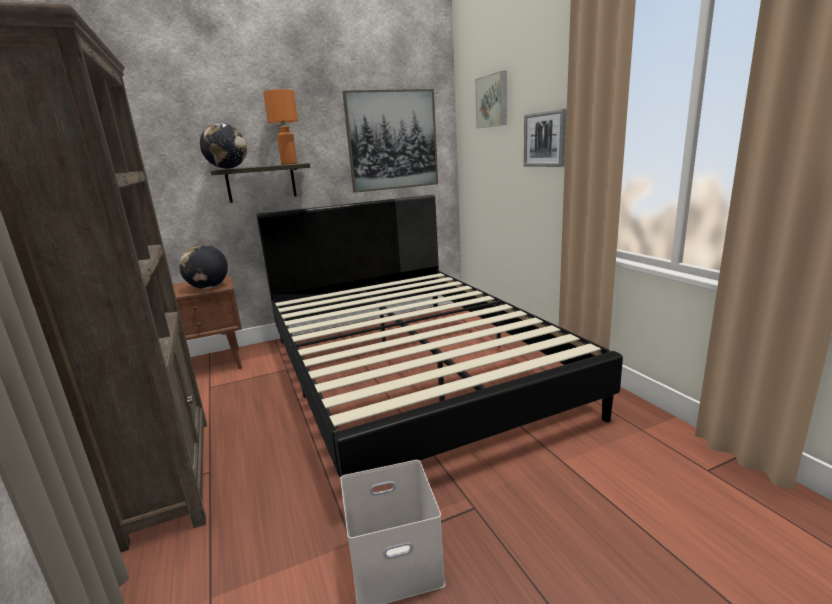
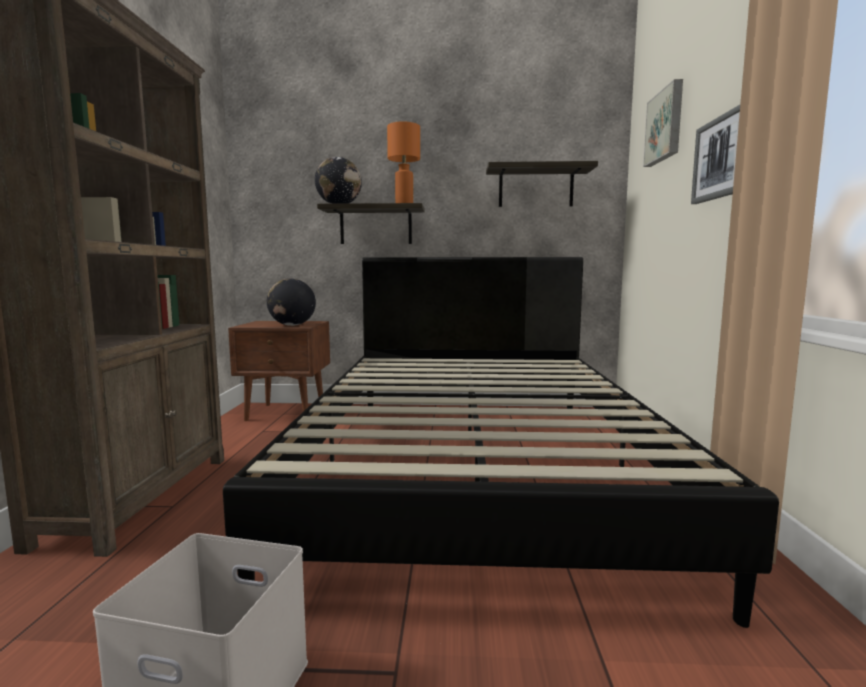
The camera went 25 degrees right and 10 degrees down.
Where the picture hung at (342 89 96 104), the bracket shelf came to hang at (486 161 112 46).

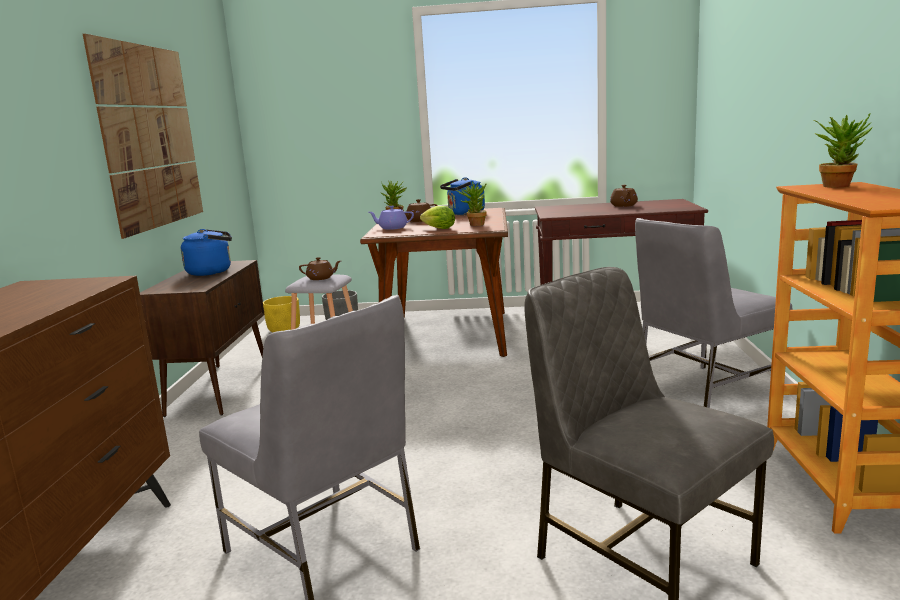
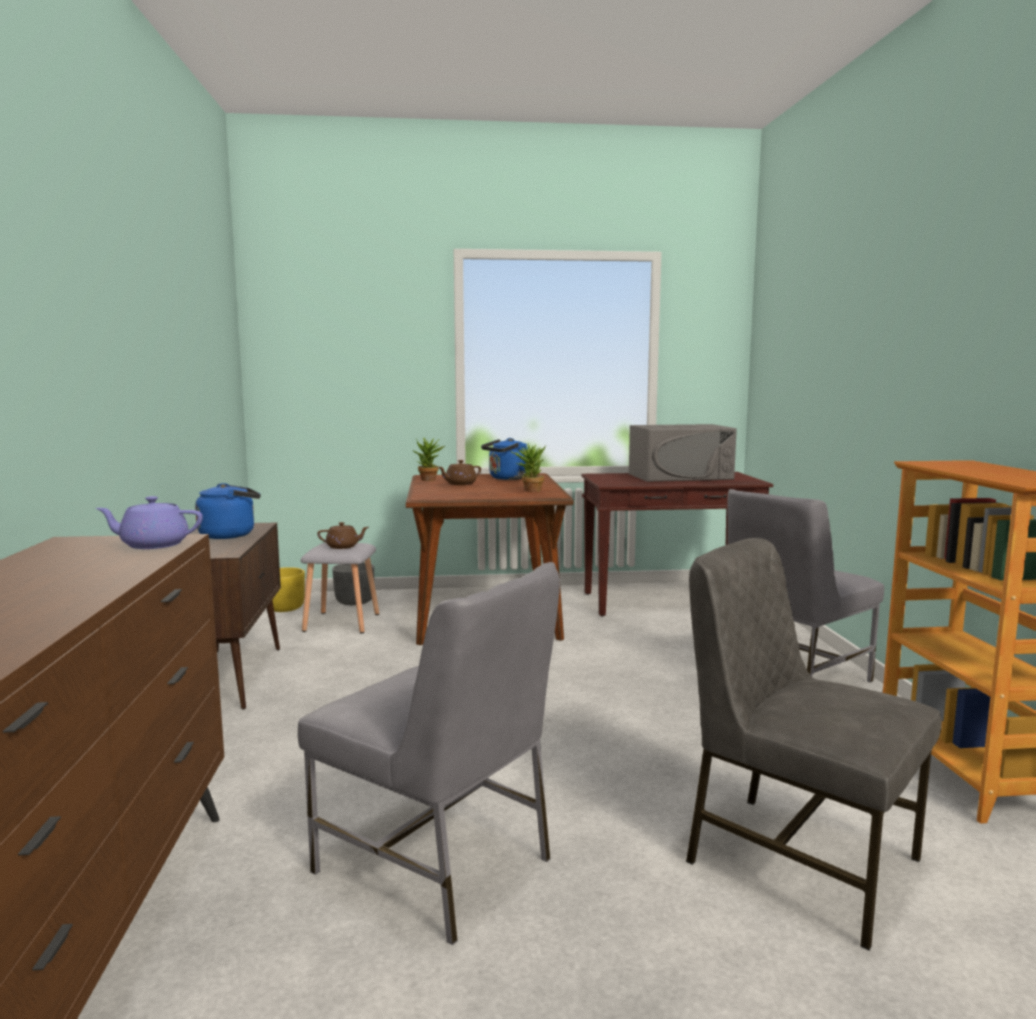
The camera went 10 degrees left and 5 degrees down.
The second view lost the picture at (83 34 120 205).
The tea pot in purplish ended up elsewhere, having gone from (368 206 46 24) to (95 496 108 53).
The second view lost the lettuce at (420 206 35 23).
Where the tea pot in brown-coloured stood at (610 185 28 22), the microwave oven in grey came to stand at (629 424 108 58).
The second view lost the houseplant at (813 114 60 74).

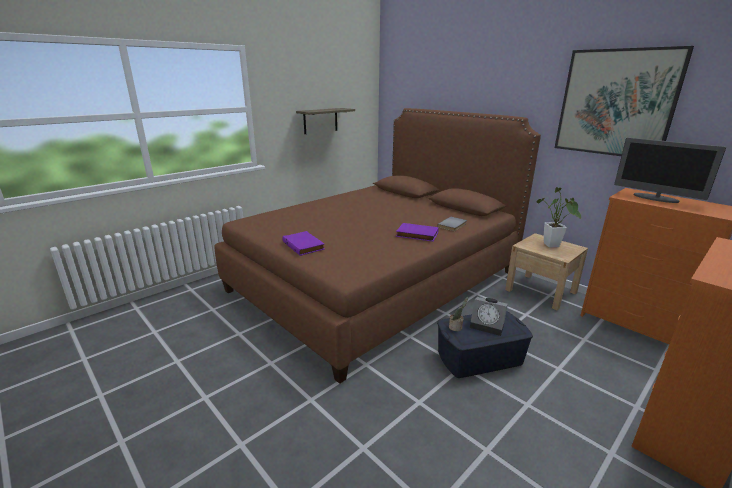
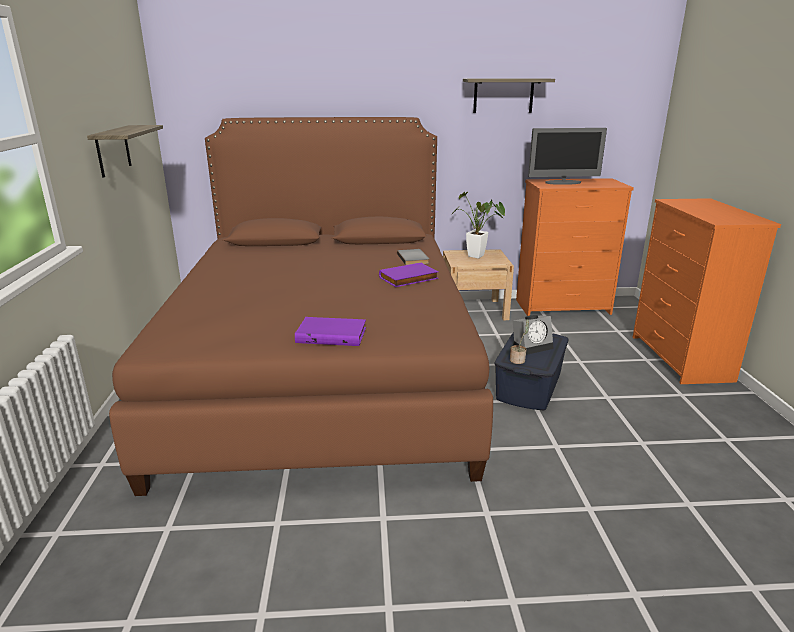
The camera went 50 degrees left and 0 degrees up.
Where the picture hung at (555 46 139 110), the bracket shelf came to hang at (463 78 92 35).

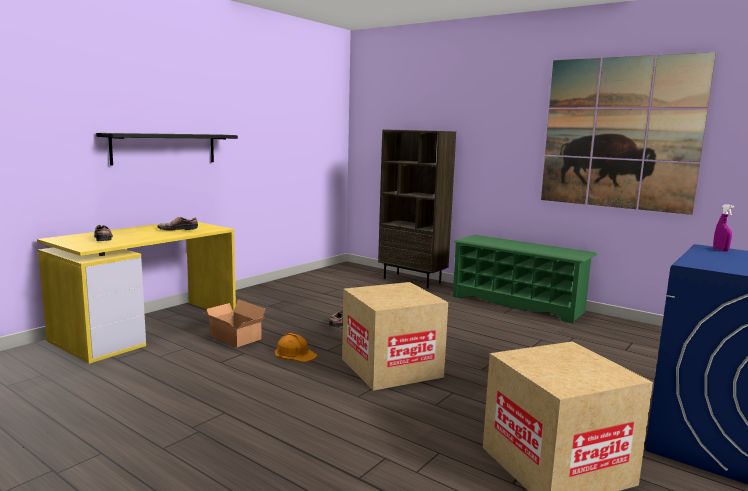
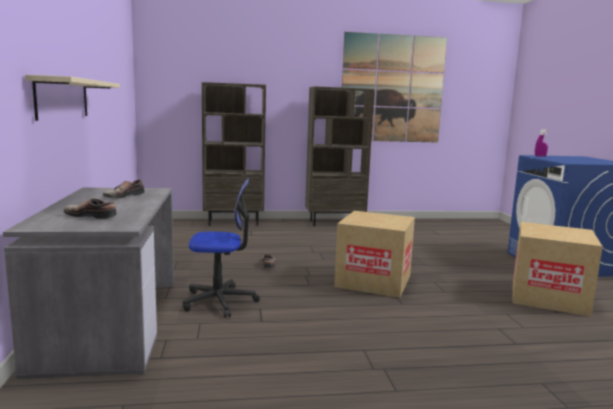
The camera went 45 degrees left and 0 degrees up.
What was the desk table in yellowish at (37 222 199 142) turned into the desk table in grey at (3 187 171 192).
What was the bracket shelf in black-coloured at (96 133 142 33) turned into the bracket shelf in beige at (25 75 95 46).
Where the cardboard box stood at (201 299 64 48), the computer chair came to stand at (183 178 77 140).
The second view lost the work helmet in orange-coloured at (275 333 42 29).
Where the shoe rack in green stood at (453 235 145 89), the shelving unit in brown-coloured came to stand at (305 86 69 140).

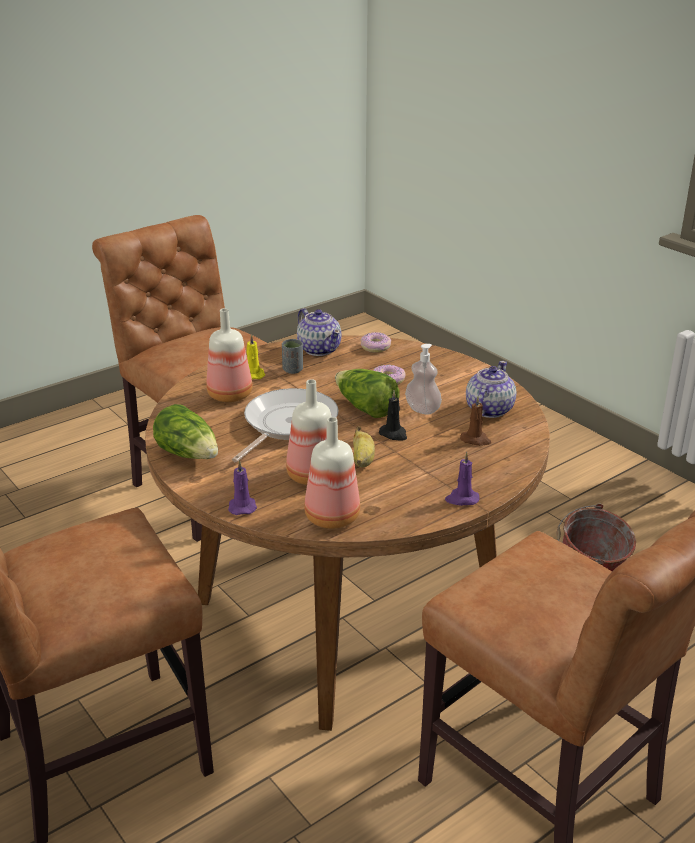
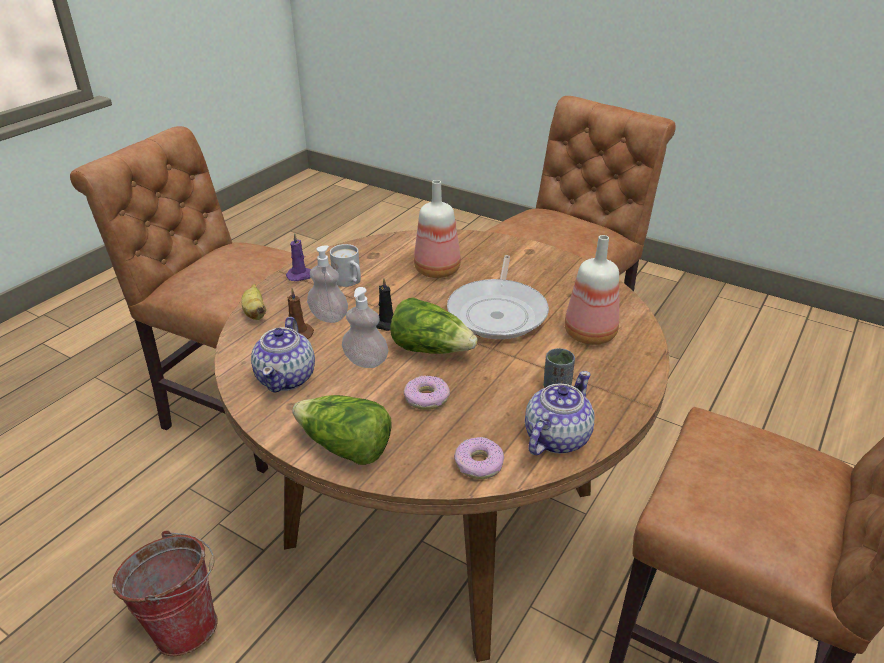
The camera went 160 degrees right and 5 degrees up.
The lettuce ended up elsewhere, having gone from (153 404 65 55) to (292 395 100 70).
The second view lost the wax candle in purplish at (228 460 29 55).
The second view lost the wax candle in yellowish at (246 334 19 45).
The tea pot at (297 308 45 48) ended up facing another way, 90 degrees clockwise from before.
The second view lost the bottle at (304 417 56 112).
The whole banana ended up elsewhere, having gone from (353 426 22 42) to (241 284 25 36).
The second view gained the soap dispenser at (307 245 41 78).
The second view gained the coffee mug in whitish at (330 244 31 43).

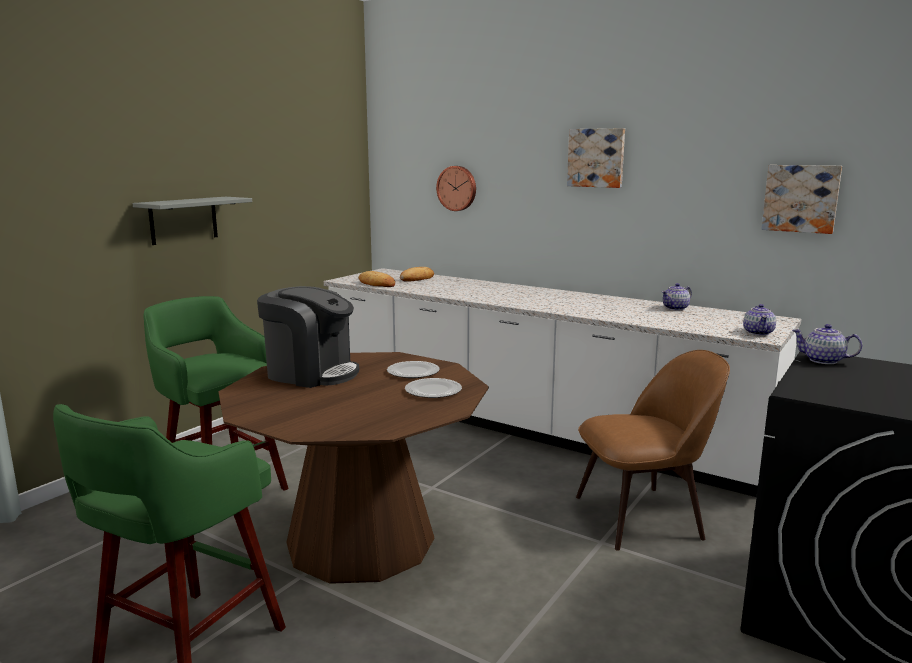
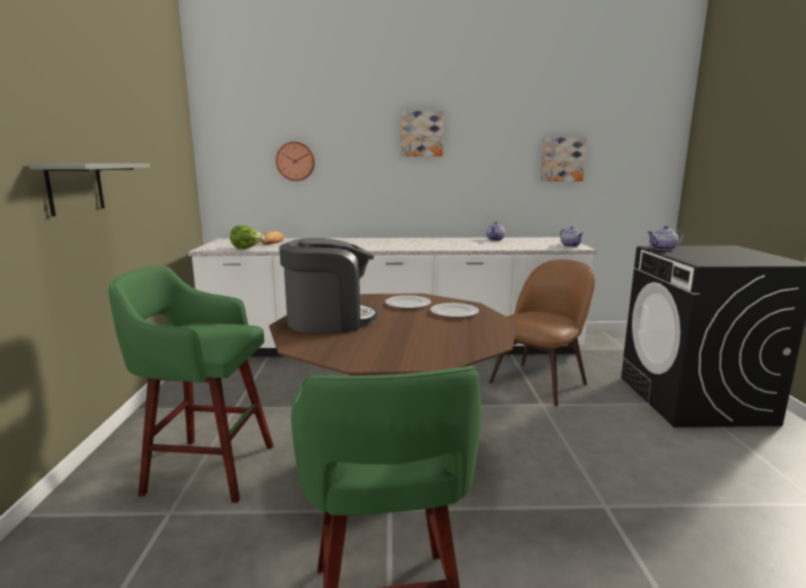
The camera went 35 degrees left and 0 degrees up.
Where the bread stood at (359 271 36 16), the lettuce came to stand at (230 225 35 24).

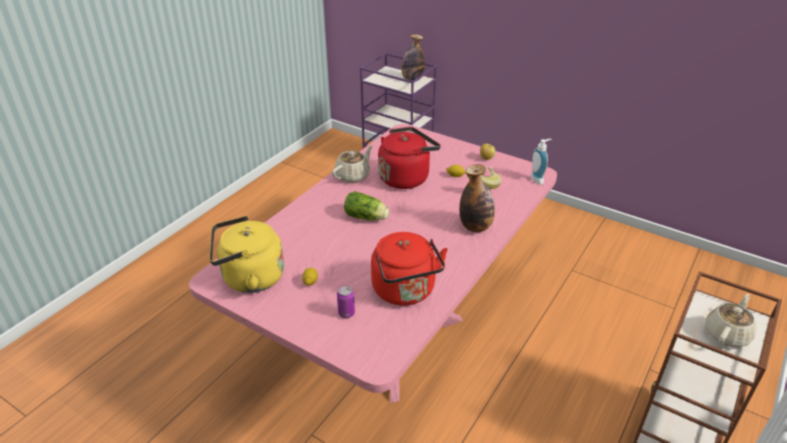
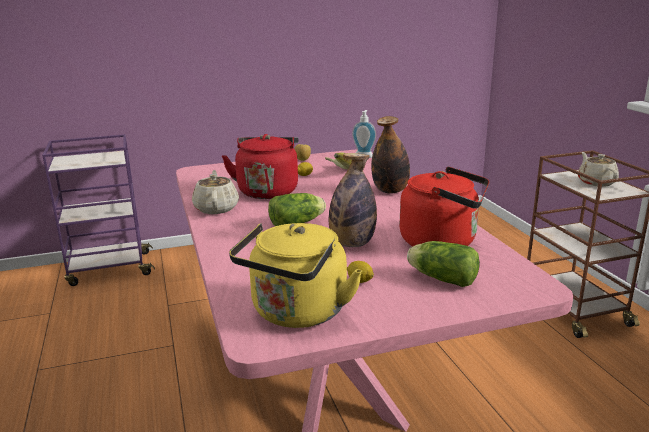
The camera went 50 degrees left and 15 degrees down.
Where the sealed can stood at (337 286 18 32), the lettuce came to stand at (407 241 73 46).
The bottle ended up elsewhere, having gone from (401 34 24 47) to (329 153 48 94).

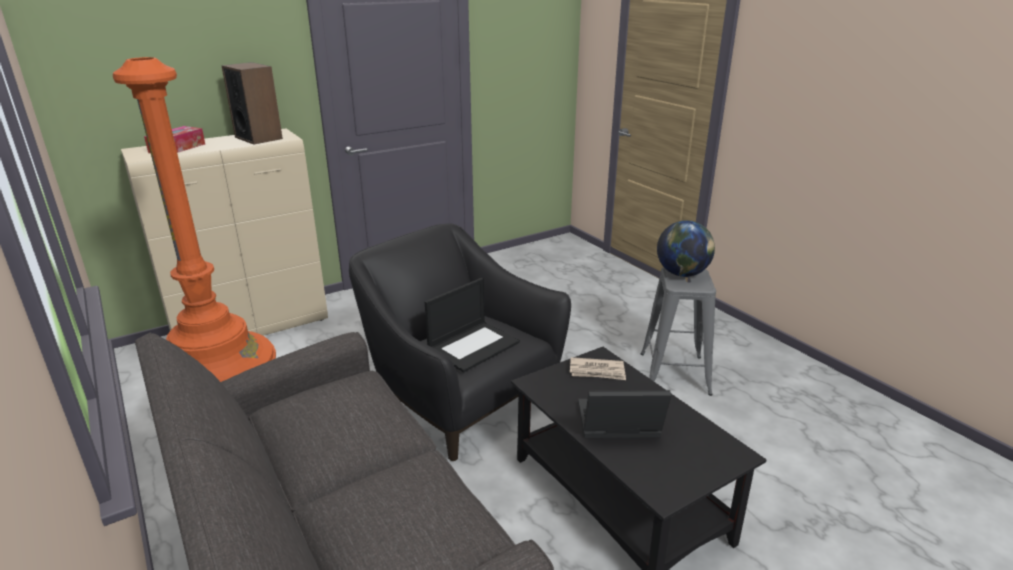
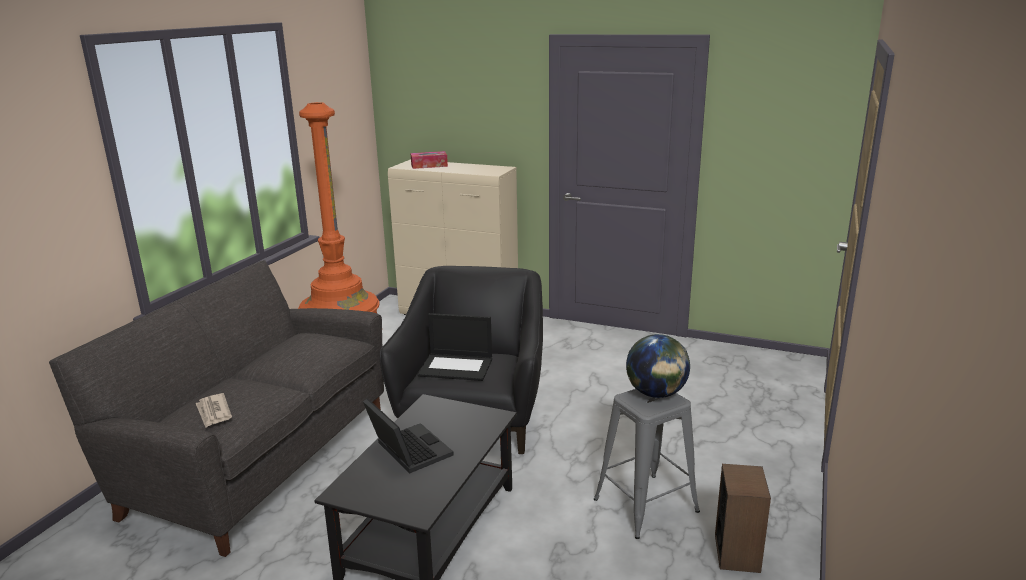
The camera went 55 degrees right and 5 degrees down.
The speaker ended up elsewhere, having gone from (221 62 62 83) to (715 464 56 109).
The newspaper ended up elsewhere, having gone from (570 357 56 23) to (195 393 37 34).

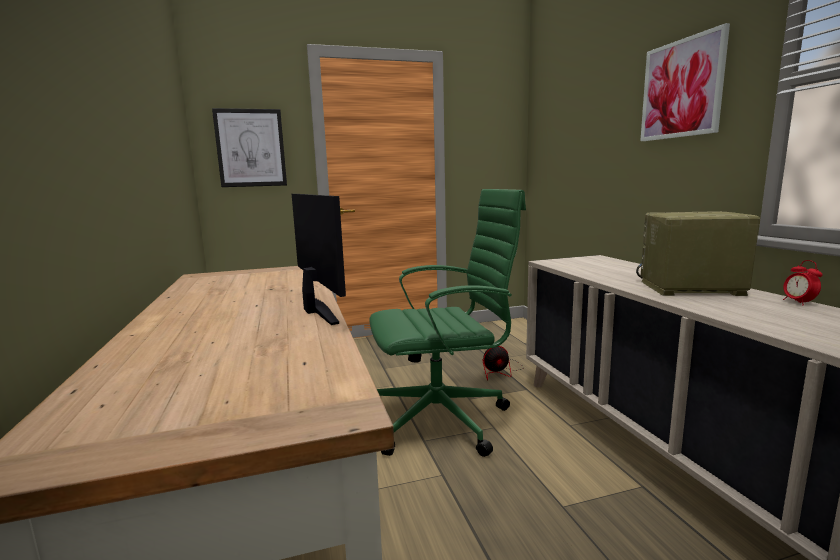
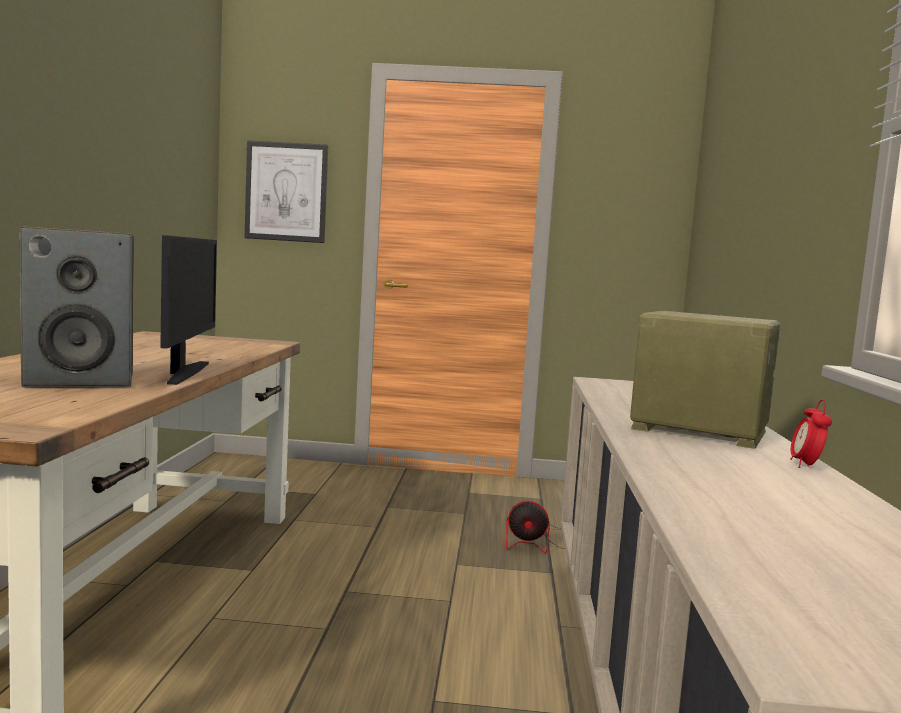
The camera went 20 degrees right and 5 degrees down.
The second view lost the computer chair in green at (369 189 157 268).
The second view lost the picture at (640 23 90 118).
The second view gained the speaker at (19 227 115 160).

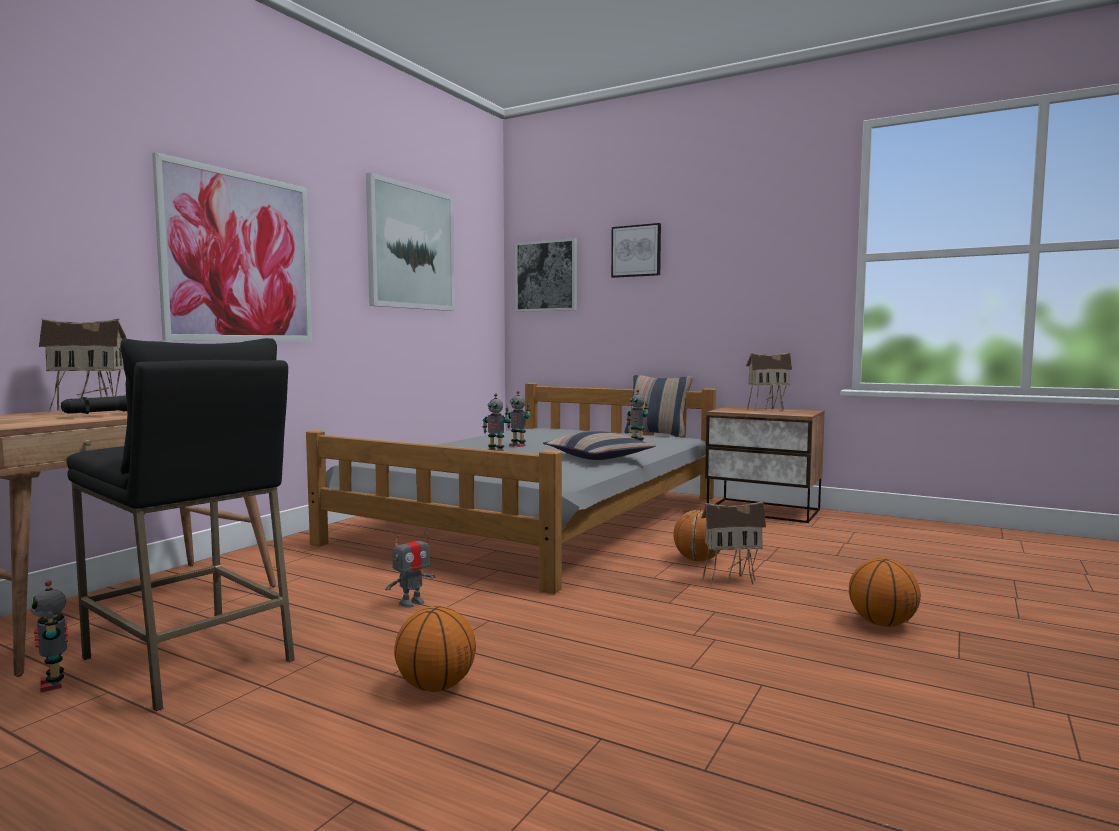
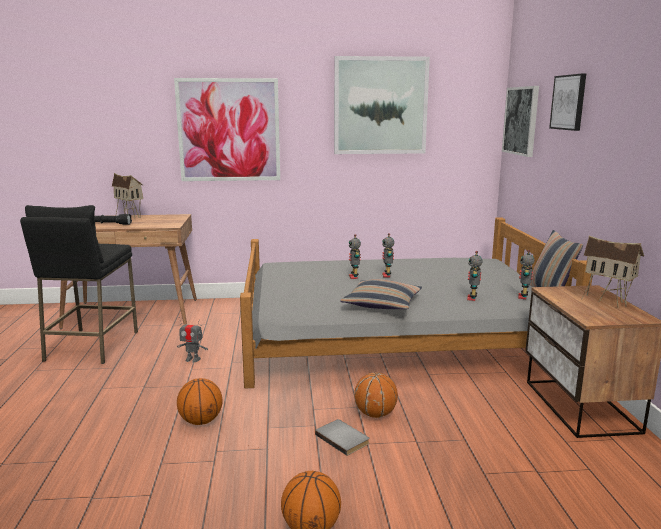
The camera went 55 degrees right and 10 degrees up.
The toy robot ended up elsewhere, having gone from (31 580 37 112) to (518 250 17 49).
The basketball ended up elsewhere, having gone from (394 606 82 86) to (177 378 46 47).
Where the miniature house stood at (701 501 65 85), the bound book in grey came to stand at (315 419 54 37).

